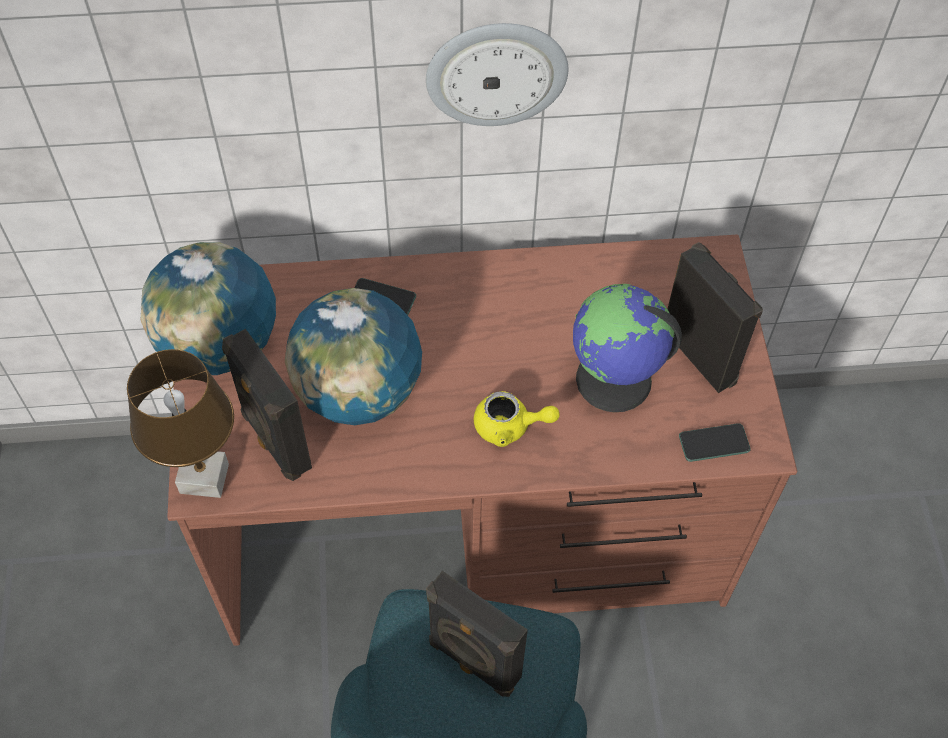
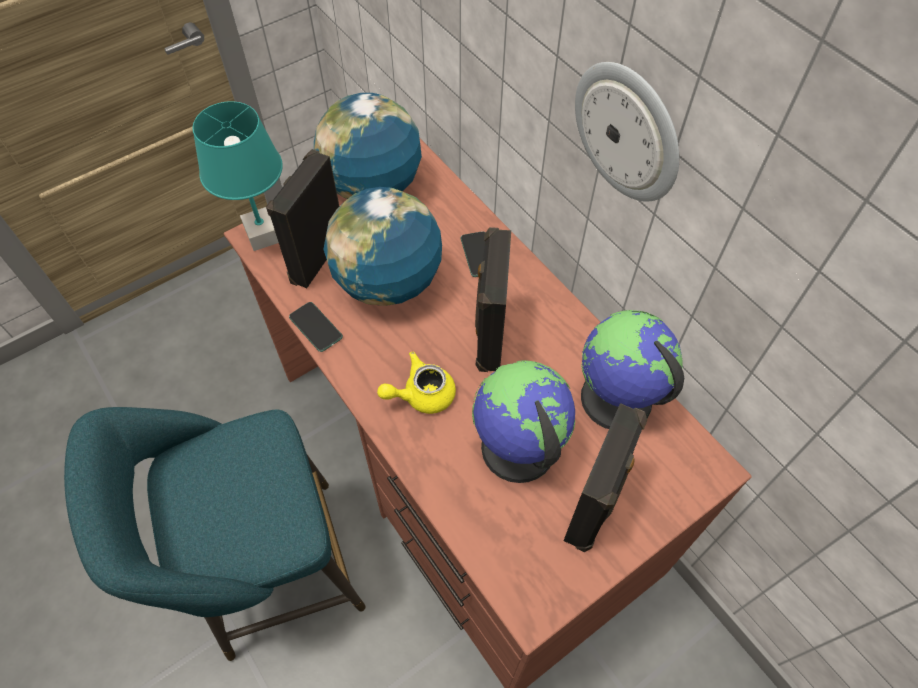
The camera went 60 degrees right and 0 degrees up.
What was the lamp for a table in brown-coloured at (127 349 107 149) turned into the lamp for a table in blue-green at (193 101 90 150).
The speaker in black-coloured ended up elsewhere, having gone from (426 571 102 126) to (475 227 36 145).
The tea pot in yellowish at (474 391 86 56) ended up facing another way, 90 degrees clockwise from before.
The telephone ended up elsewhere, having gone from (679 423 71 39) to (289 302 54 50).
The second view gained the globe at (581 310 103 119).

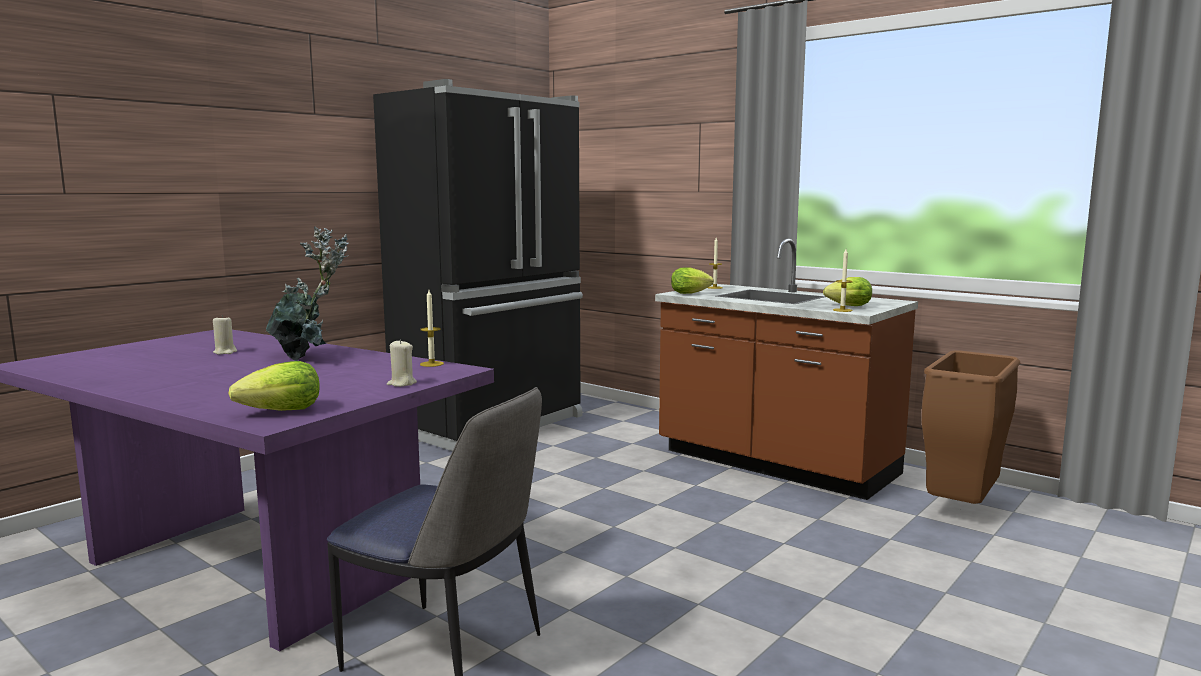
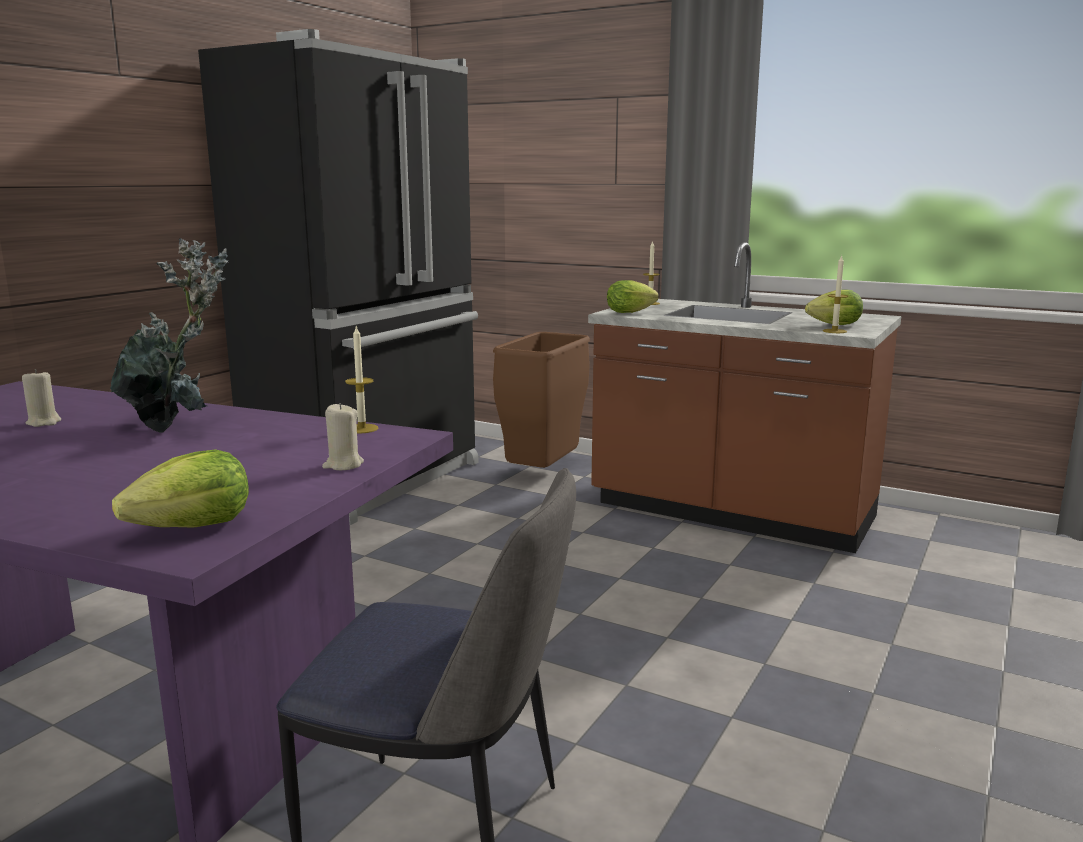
The camera went 10 degrees left and 5 degrees up.
The rubbish bin in brown-coloured ended up elsewhere, having gone from (921 350 99 154) to (493 332 97 136).

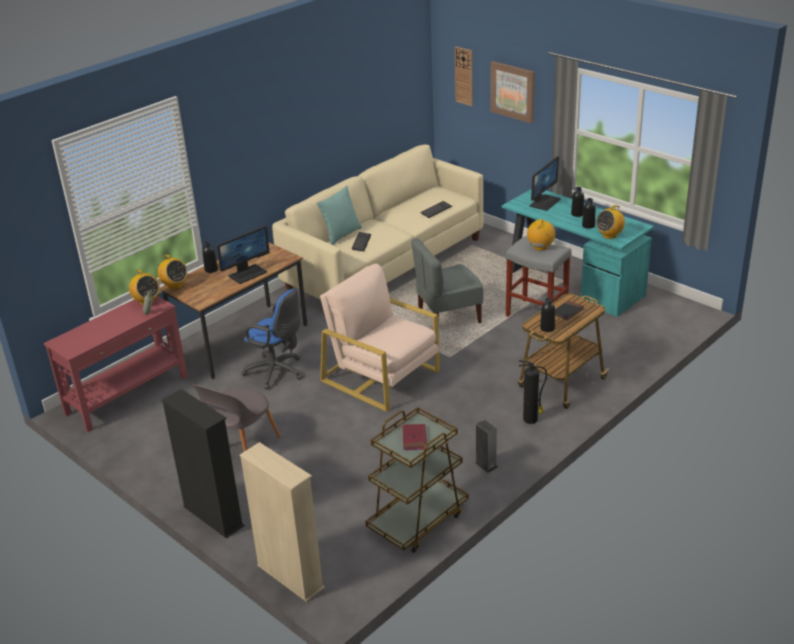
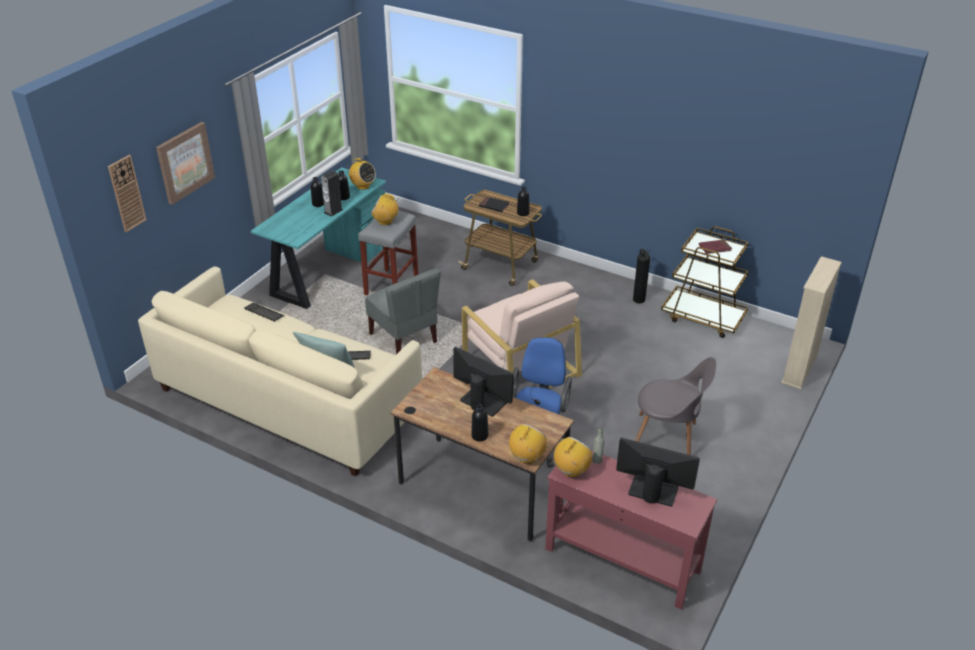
The camera went 105 degrees left and 5 degrees up.
The second view lost the shelving unit in black-coloured at (162 389 82 149).
The easy chair in beige at (320 264 120 148) ended up facing another way, 60 degrees counterclockwise from before.
The speaker ended up elsewhere, having gone from (475 420 23 53) to (321 171 22 46).
The extinguisher ended up elsewhere, having gone from (519 360 28 64) to (633 248 17 55).
The computer display ended up elsewhere, having gone from (530 156 31 55) to (616 438 84 69).

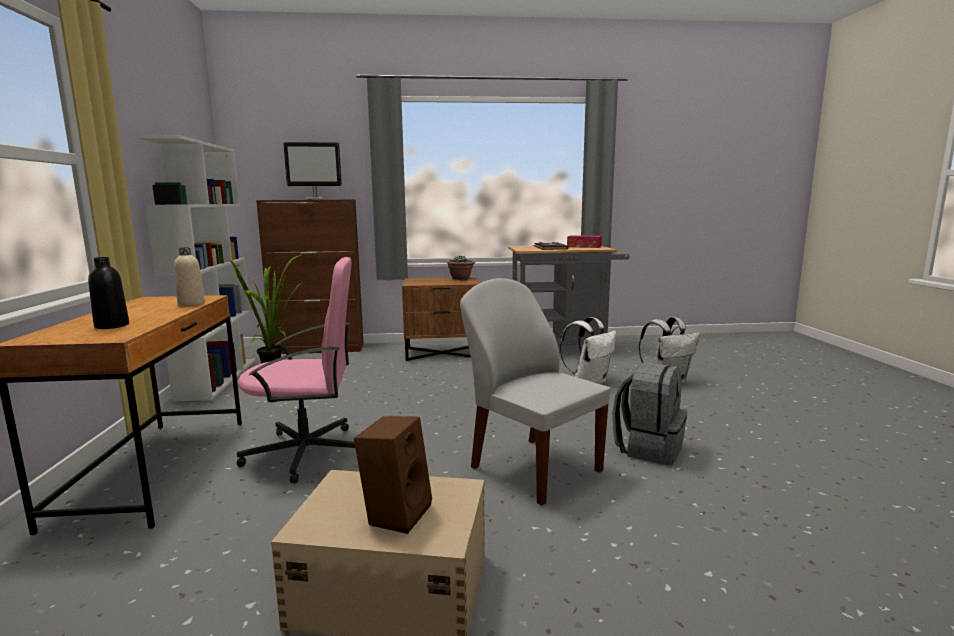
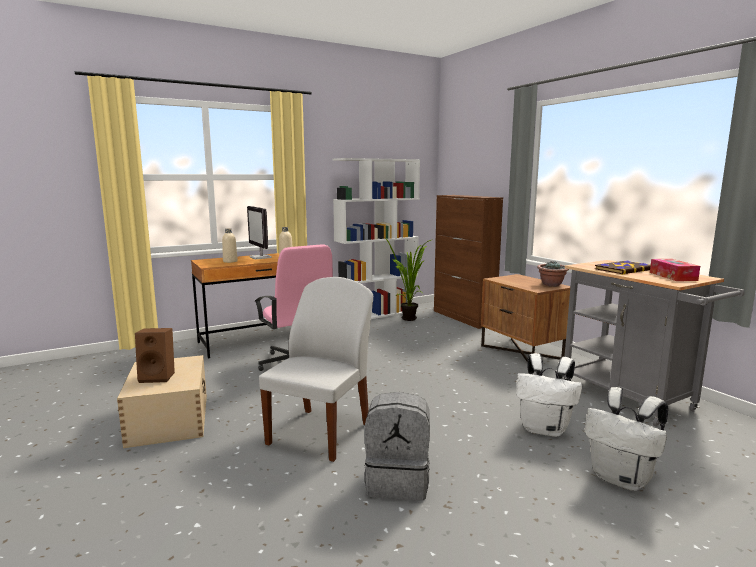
The camera went 65 degrees right and 0 degrees up.
What was the bottle in black-coloured at (88 257 41 72) turned into the bottle in beige at (222 228 16 35).
The computer display ended up elsewhere, having gone from (283 142 59 58) to (247 206 25 53).

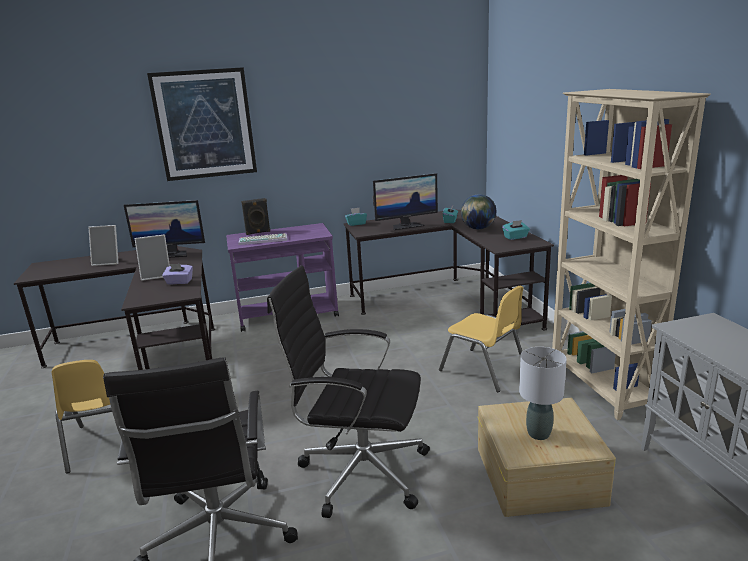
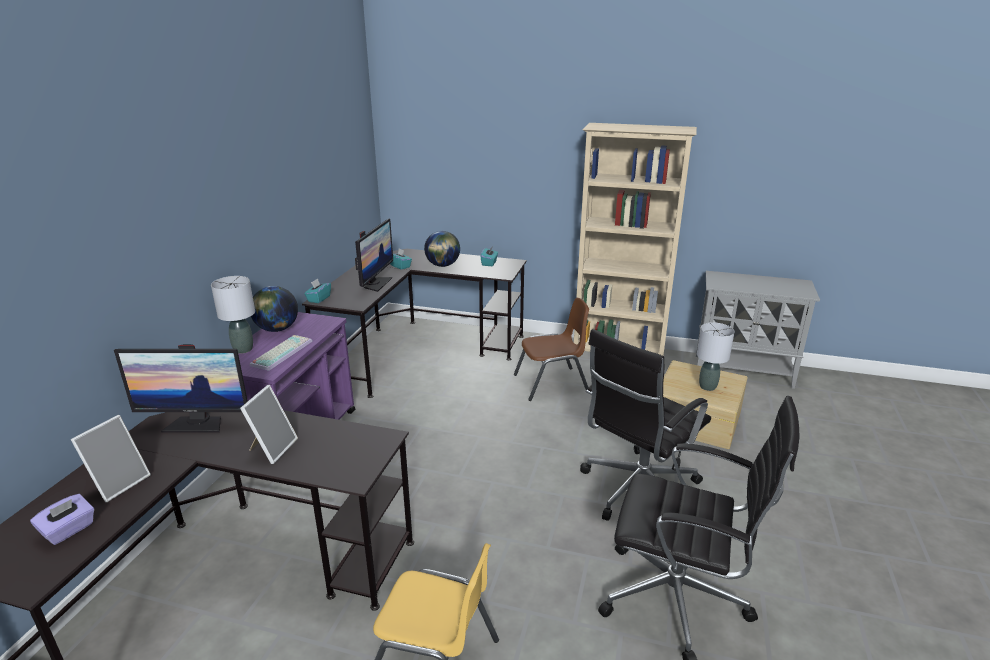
The camera went 60 degrees left and 5 degrees up.
The computer display at (124 200 81 58) ended up facing another way, 60 degrees clockwise from before.
The second view lost the picture at (147 67 110 114).
The tissue holder in purplish ended up elsewhere, having gone from (162 264 31 20) to (30 494 64 51).
Where the speaker in black-coloured stood at (241 198 30 37), the lamp for a table in grey came to stand at (211 276 44 78).
What was the upright chair in yellowish at (439 286 85 106) turned into the upright chair in brown-coloured at (514 298 75 103).
The second view gained the globe at (251 286 47 46).

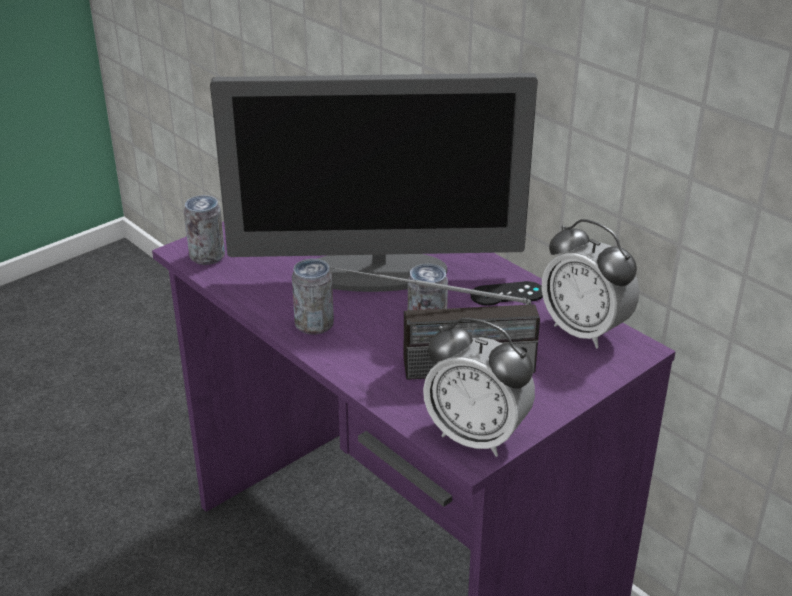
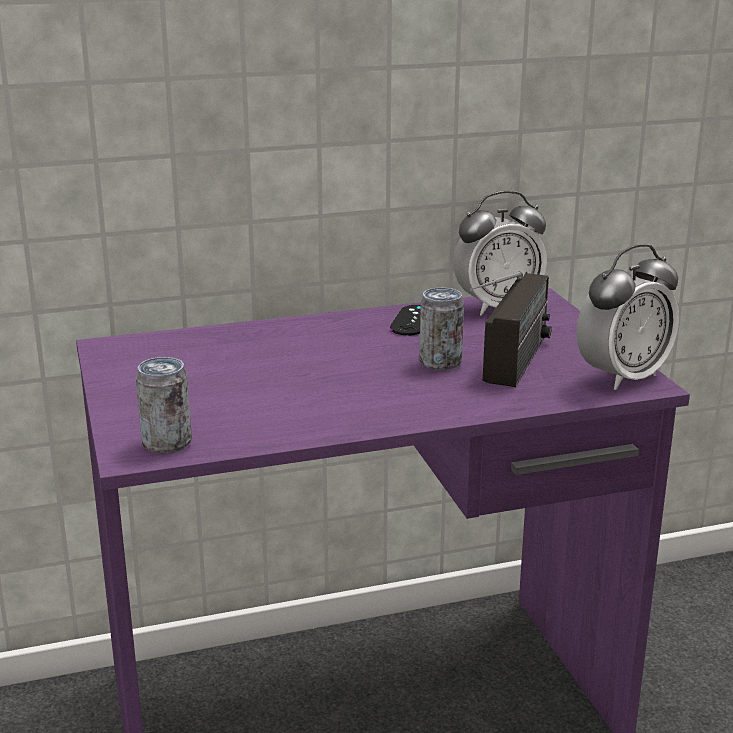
The camera went 65 degrees left and 10 degrees down.
The second view lost the computer display at (210 73 328 219).
The second view lost the sealed can at (292 259 42 76).

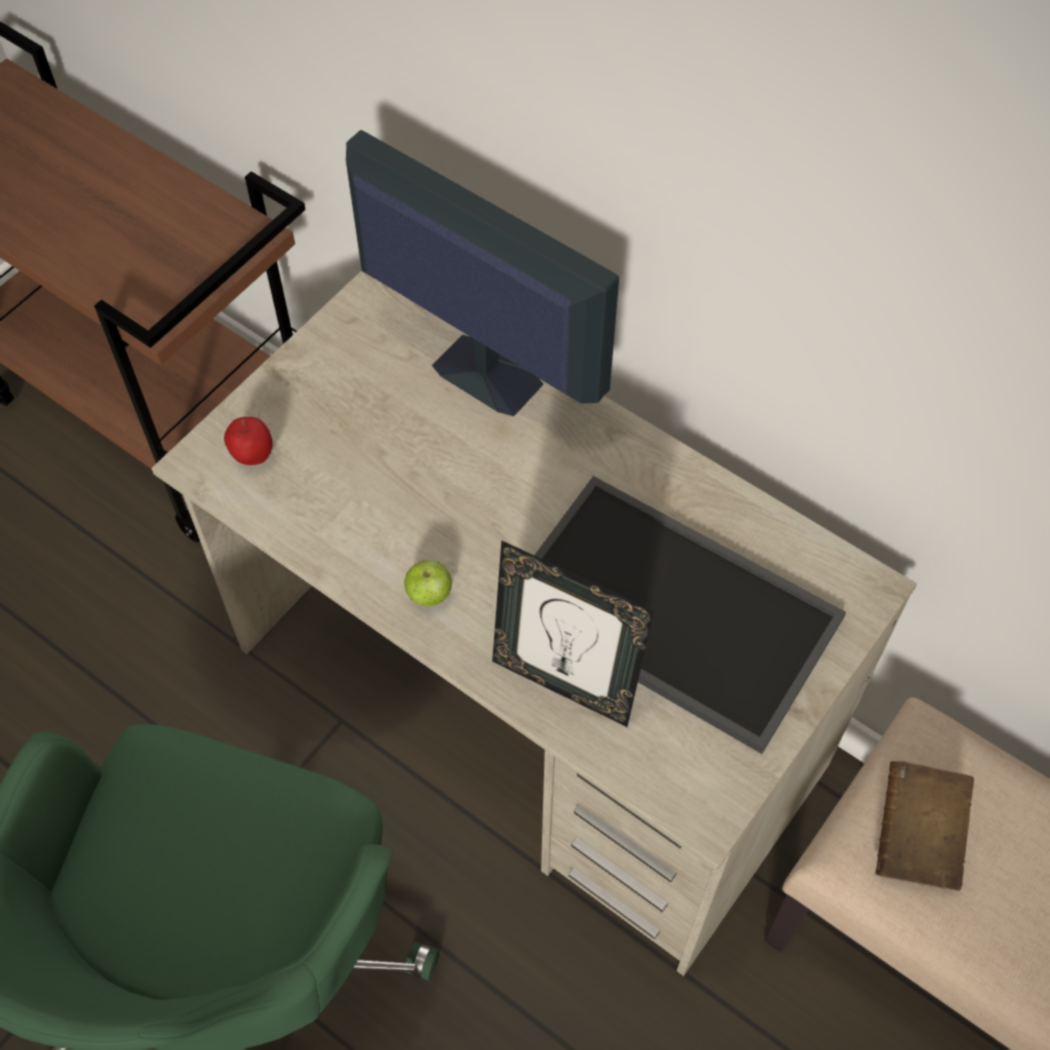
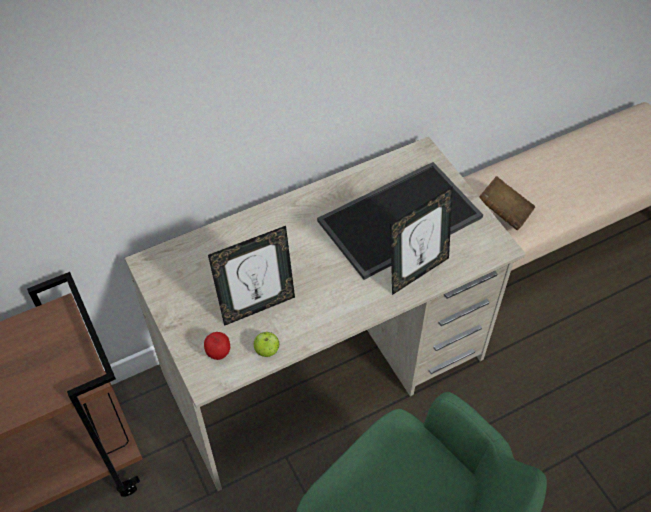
The camera went 65 degrees left and 5 degrees down.
The second view lost the computer display at (346 130 273 286).
The apple fruit ended up elsewhere, having gone from (404 560 48 46) to (254 332 25 25).
The second view gained the picture frame at (208 226 87 100).

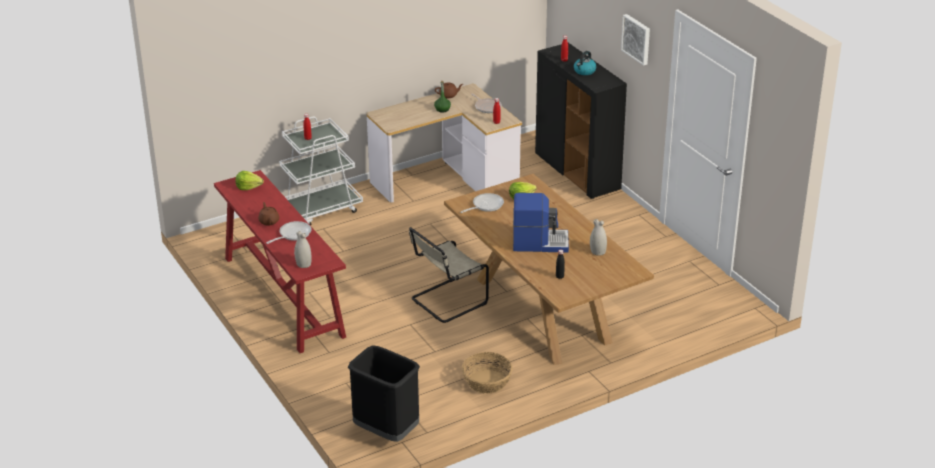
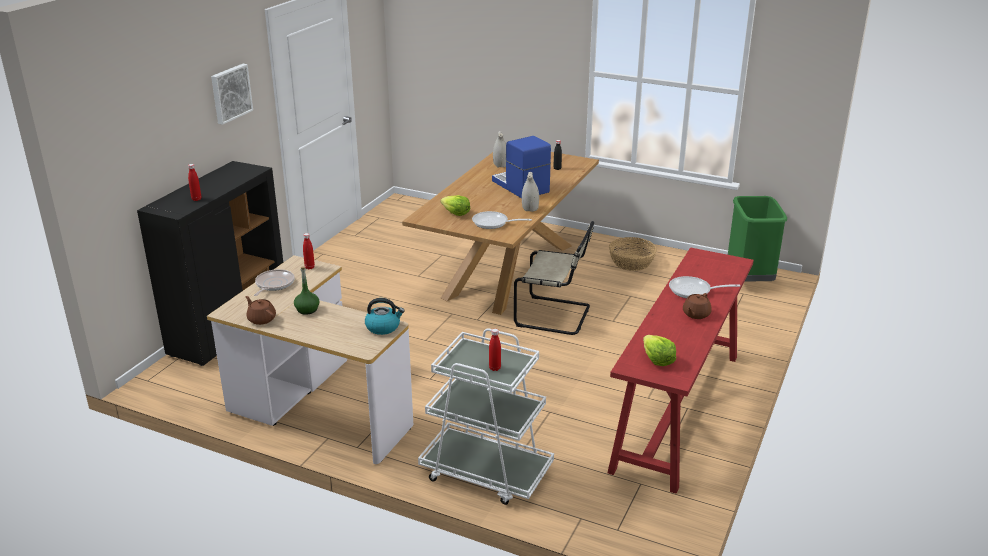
The camera went 125 degrees left and 5 degrees down.
The flower vase in whitish ended up elsewhere, having gone from (294 231 18 37) to (522 172 17 40).
What was the rubbish bin in black-coloured at (348 345 72 97) turned into the rubbish bin in green at (728 196 59 85).
The water kettle ended up elsewhere, having gone from (574 51 22 24) to (365 298 40 37).

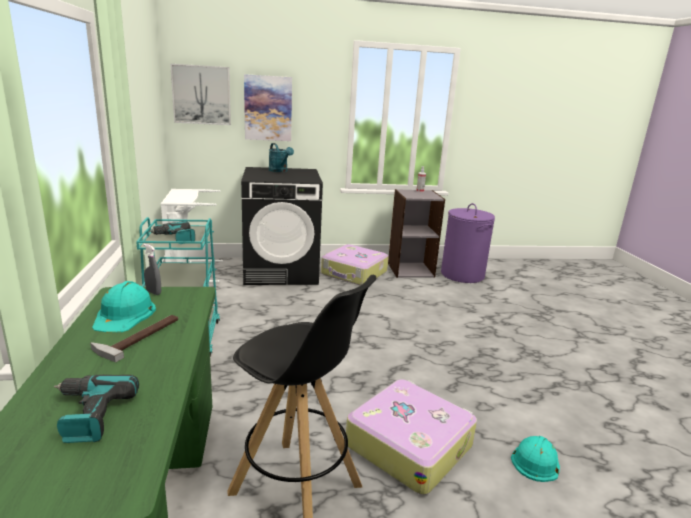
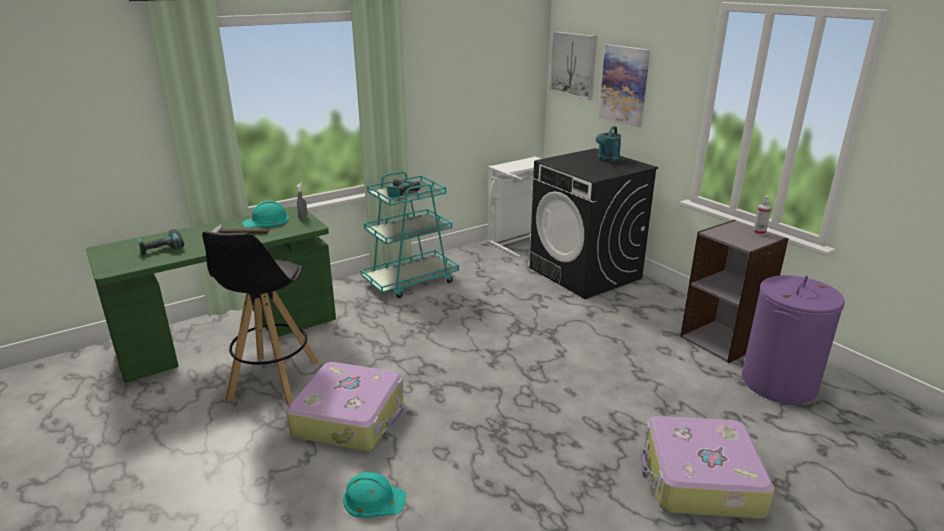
The camera went 65 degrees right and 5 degrees up.
The piece of luggage ended up elsewhere, having gone from (321 244 68 42) to (641 416 134 103).

